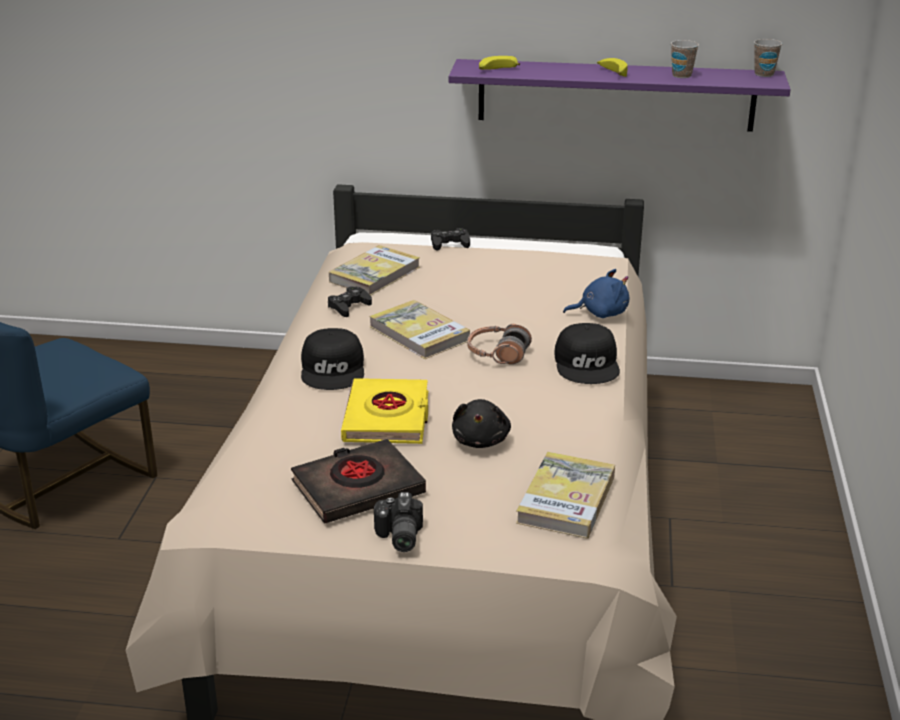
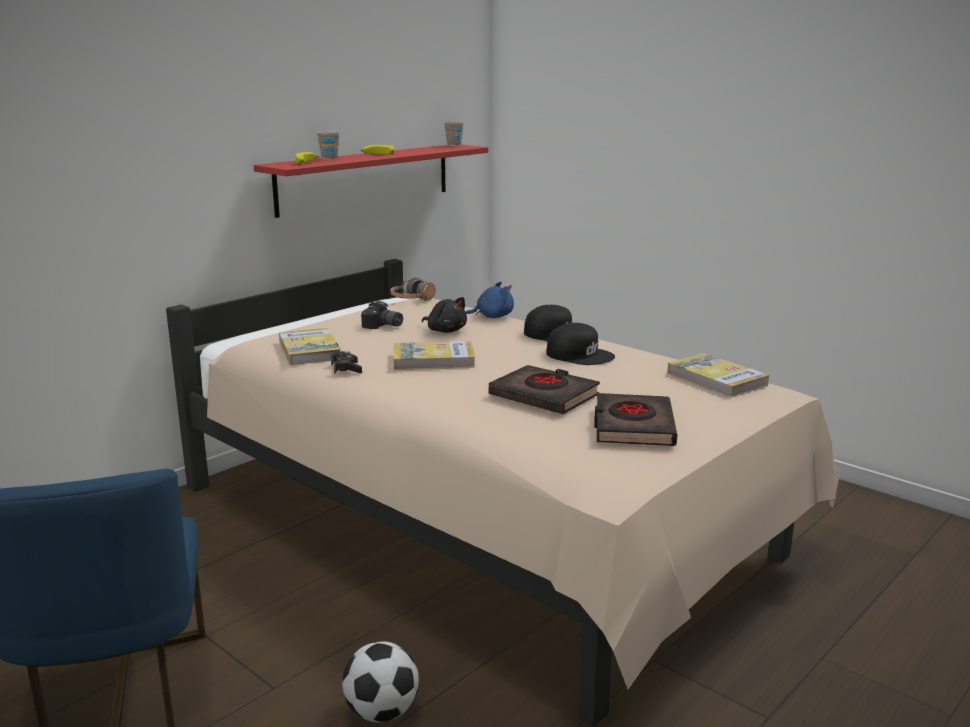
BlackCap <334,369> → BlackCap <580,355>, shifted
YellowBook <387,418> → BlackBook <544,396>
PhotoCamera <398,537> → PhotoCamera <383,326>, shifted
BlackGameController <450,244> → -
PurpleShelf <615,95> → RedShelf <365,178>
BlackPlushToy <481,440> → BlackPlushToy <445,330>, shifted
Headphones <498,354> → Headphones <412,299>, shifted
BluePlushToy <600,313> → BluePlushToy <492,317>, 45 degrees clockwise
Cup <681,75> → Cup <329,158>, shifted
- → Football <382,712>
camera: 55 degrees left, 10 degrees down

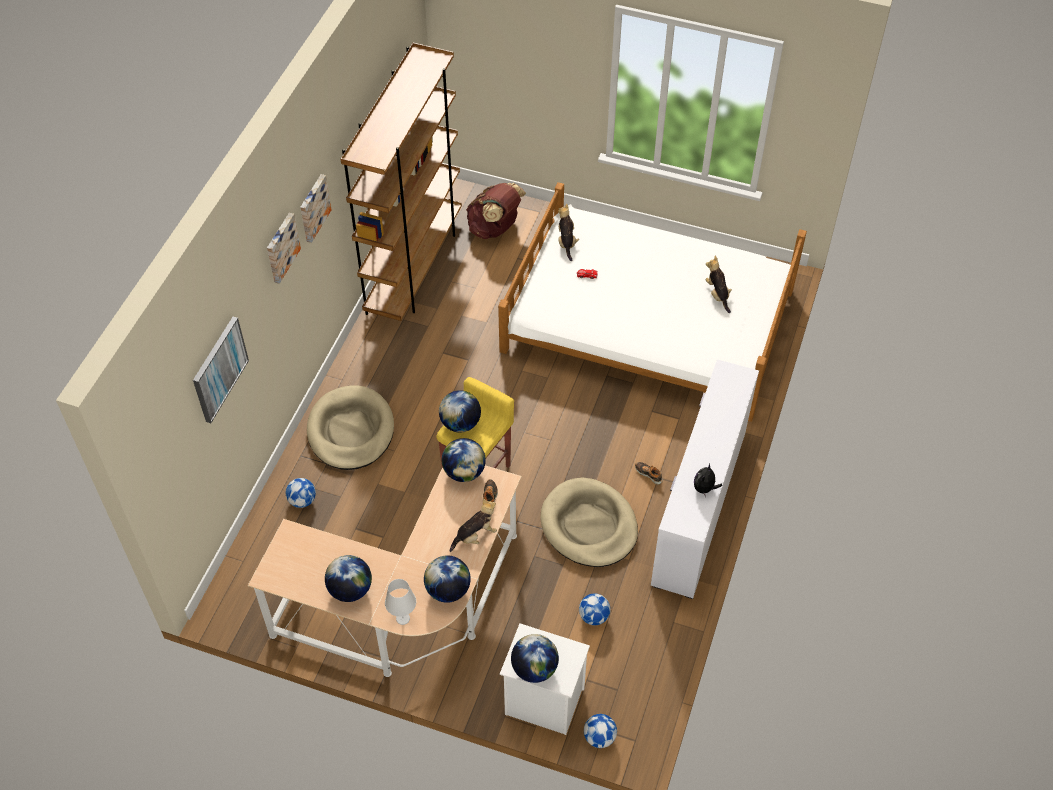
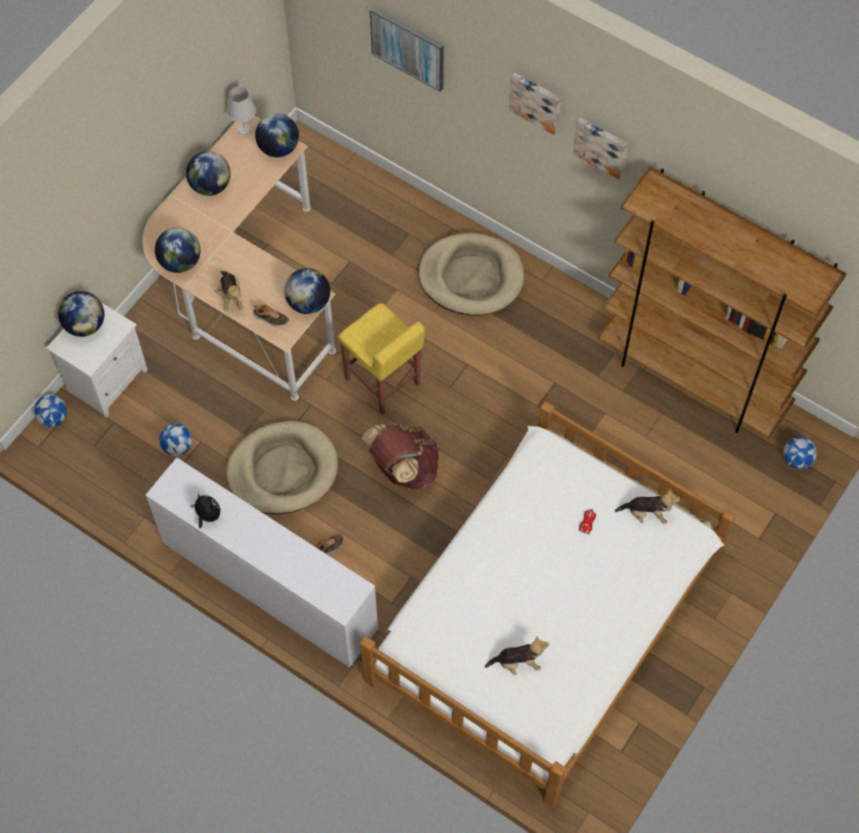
Football <302,500> → Football <796,459>, shifted
WhiteTableLamp <402,618> → WhiteTableLamp <244,129>, shifted
Globe <460,423> → Globe <278,148>, shifted
BrownBackpack <495,228> → BrownBackpack <403,468>, shifted
camera: 105 degrees right, 10 degrees up

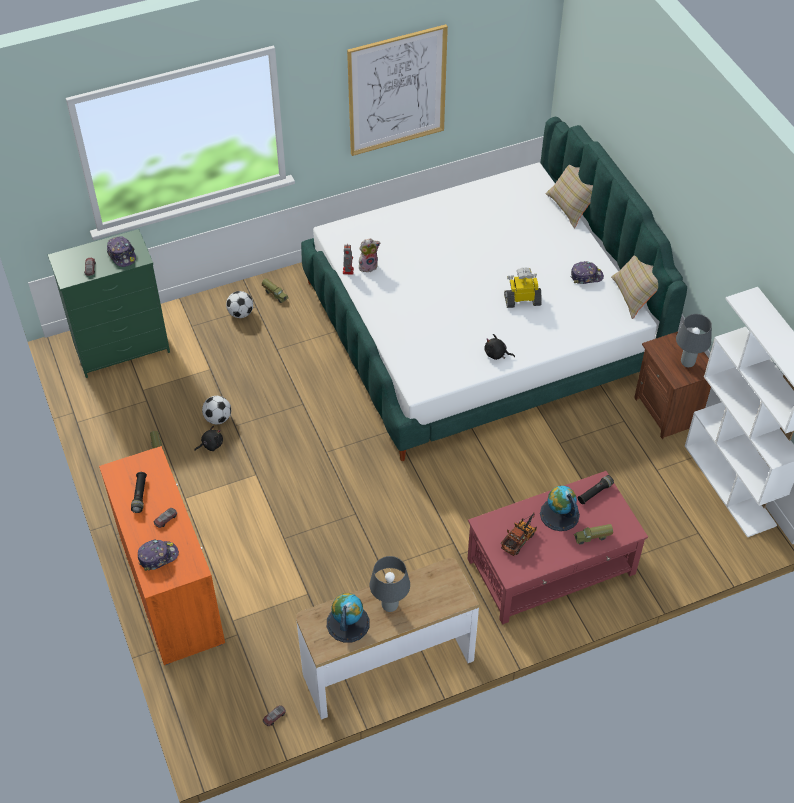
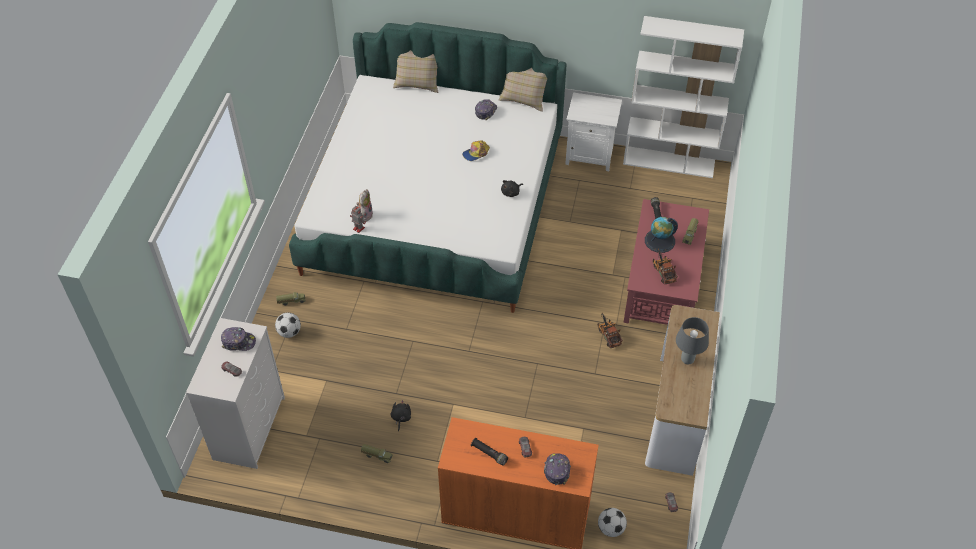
GreenDresser <122,347> → WhiteDresser <249,427>
Football <218,418> → Football <610,528>, shifted
Globe <347,623> → -
Picture <397,90> → -
ToyRobot <522,300> → Cap <476,153>
BrownNightstand <668,411> → WhiteNightstand <590,155>
GreyTableLamp <687,362> → -
- → ToyTruck <608,334>
camera: 55 degrees left, 0 degrees up

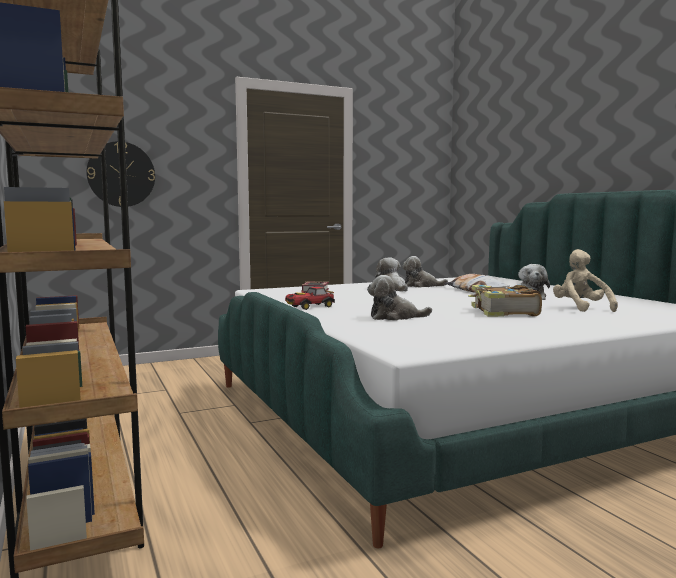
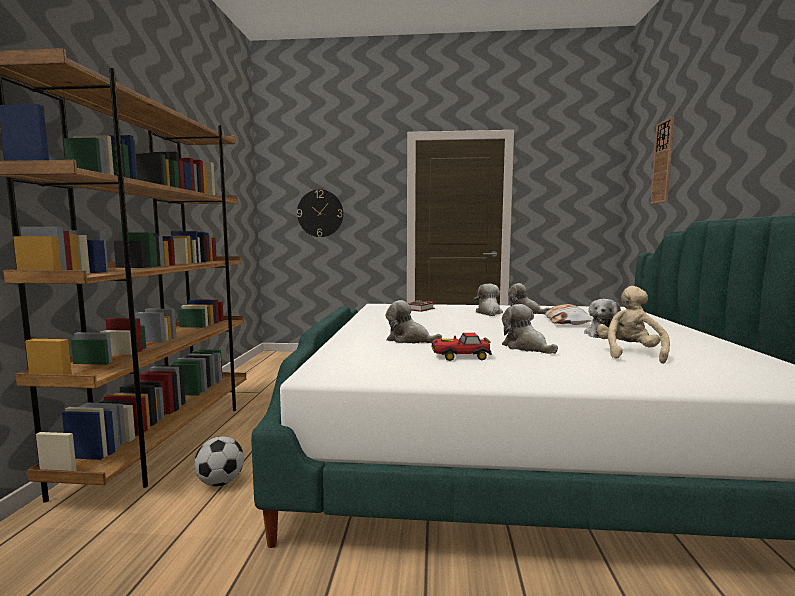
ToyCar <309,307> → ToyCar <460,357>, shifted
Book <503,312> → PlushToy <526,347>
- → Football <221,482>
- → WallClock <663,162>
camera: 30 degrees right, 0 degrees up

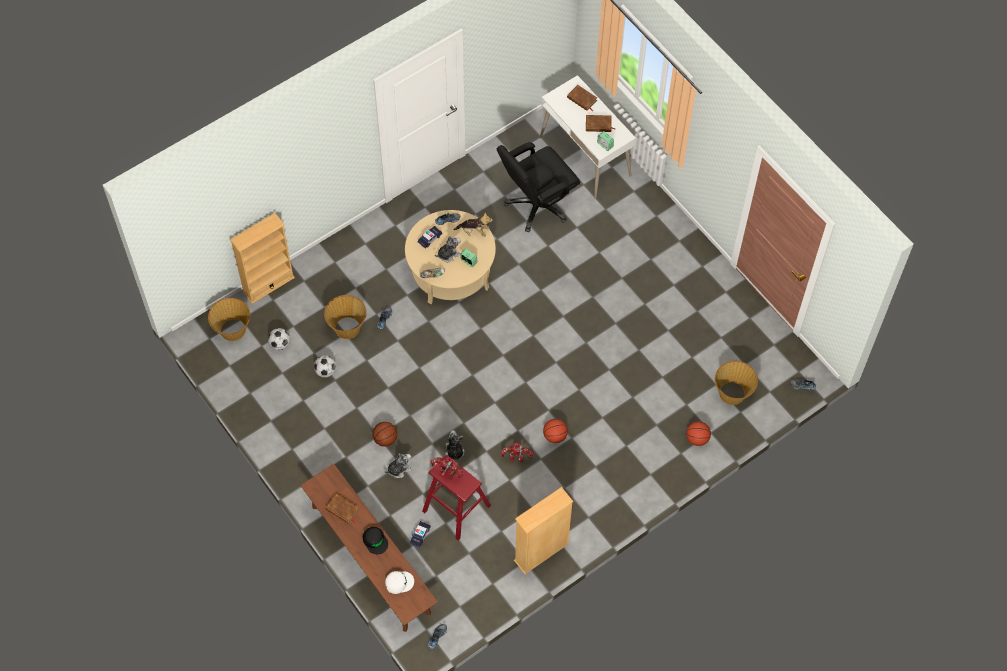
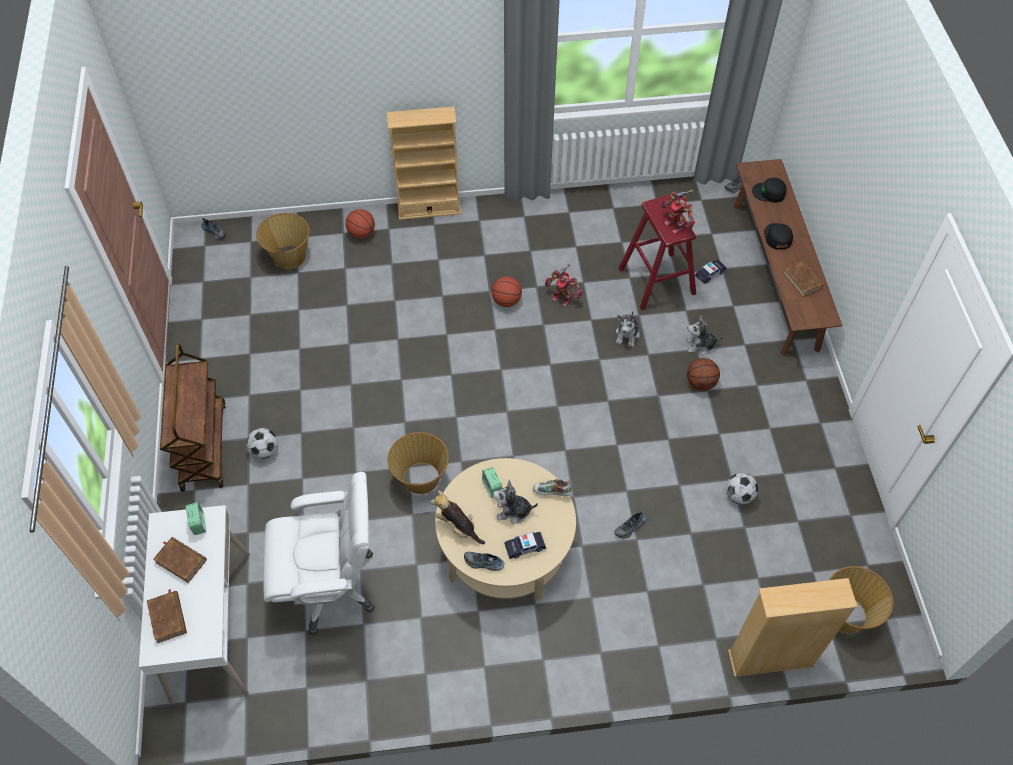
Football <280,344> → Football <265,451>, shifted
Basket <347,327> → Basket <421,478>, shifted
WhiteCap <399,582> → BlackCap <769,193>
BlackOfficeChair <537,205> → WhiteOfficeChair <330,585>
BeigeBookcase <541,552> → BeigeBookcase <429,209>, shifted
- → BrownCart <203,445>
camera: 150 degrees left, 5 degrees down

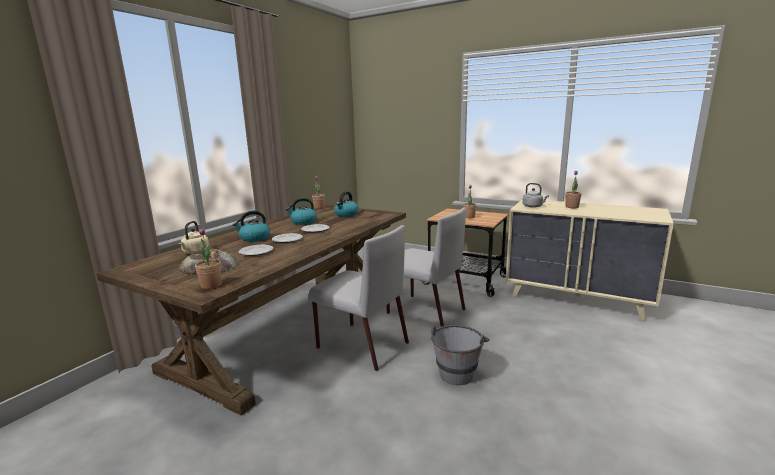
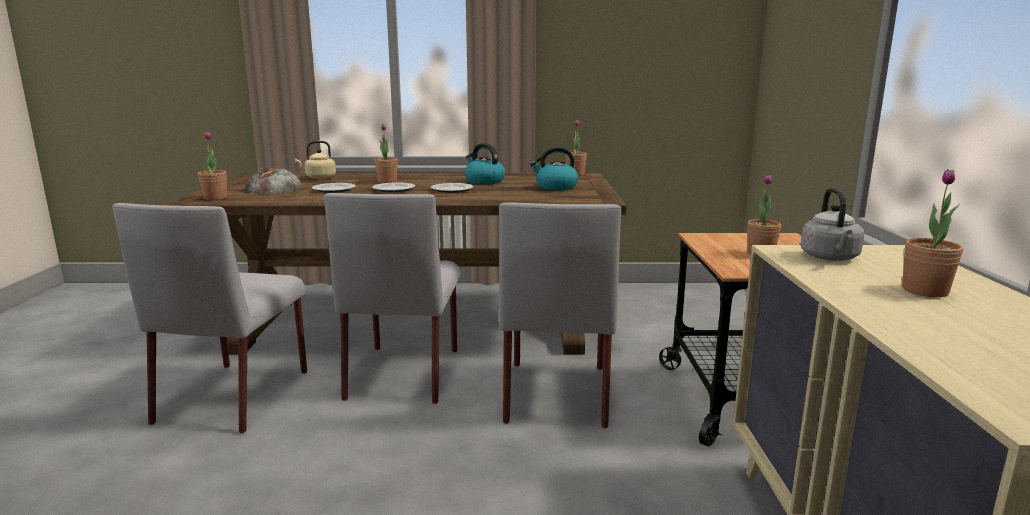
Kettle <254,238> → PottedPlant <387,181>
GreyBucket <457,370> → -
- → GreyChair <235,395>
camera: 60 degrees right, 0 degrees up

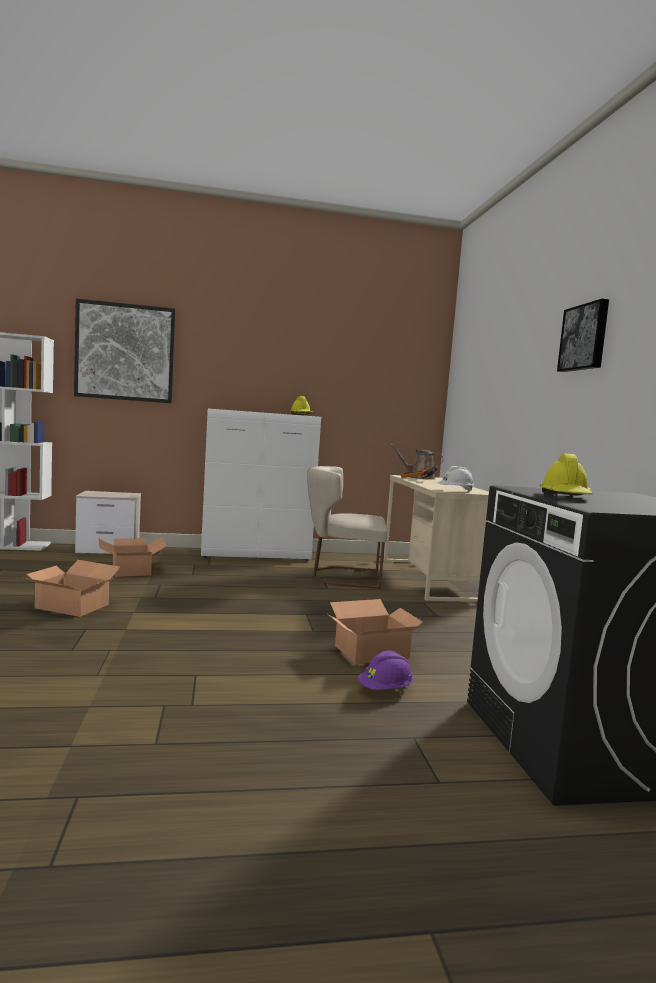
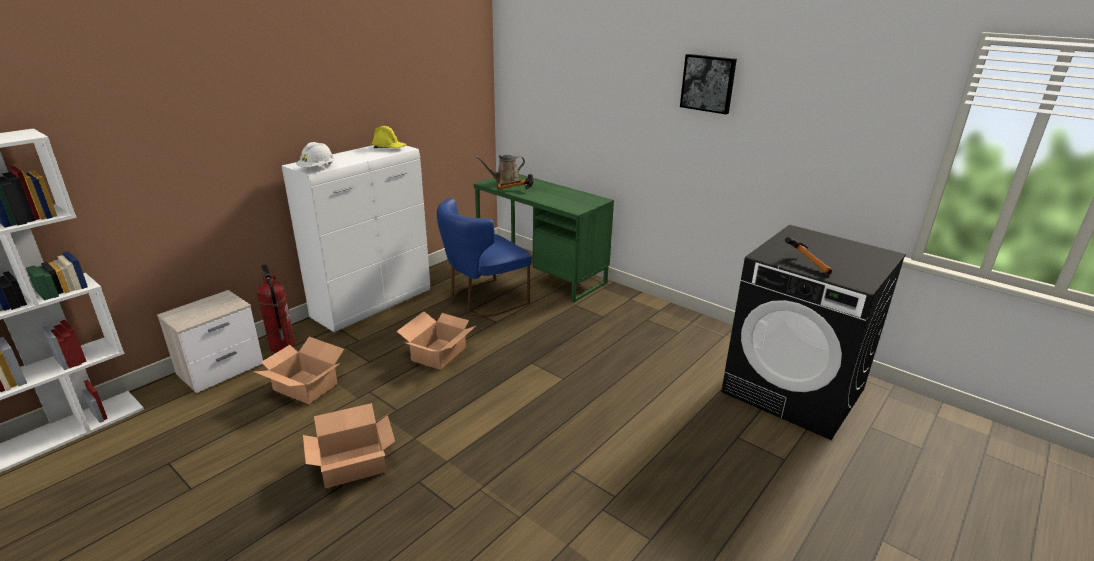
Picture <125,352> → -
BeigeChair <342,576> → BlueChair <483,301>
CardboardBox <372,652> → CardboardBox <439,353>, shifted
PurpleHardHat <385,690> → -
BeigeDesk <430,579> → GreenDesk <540,272>
WhiteHardHat <455,491> → WhiteHardHat <317,169>, shifted
YellowHardHat <565,496> → Hammer <809,263>
- → FireExtinguisher <282,347>
camera: 40 degrees left, 20 degrees up

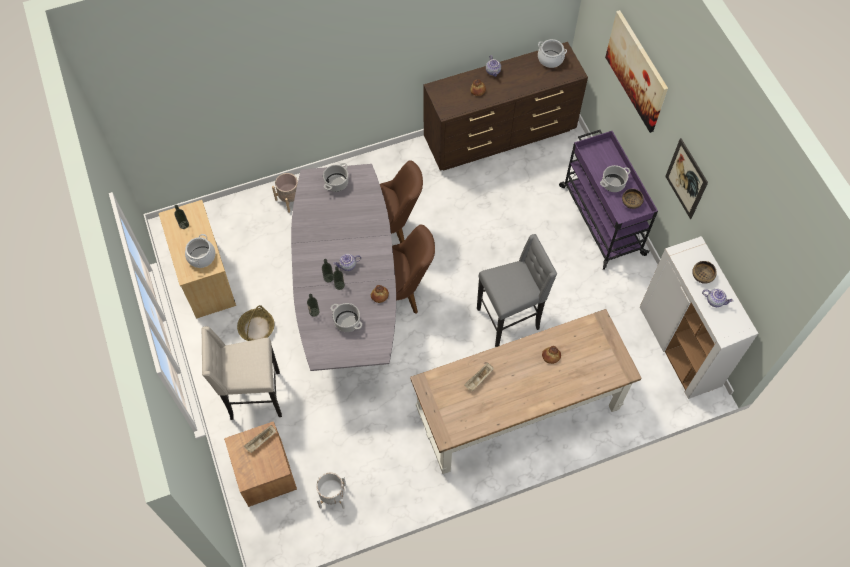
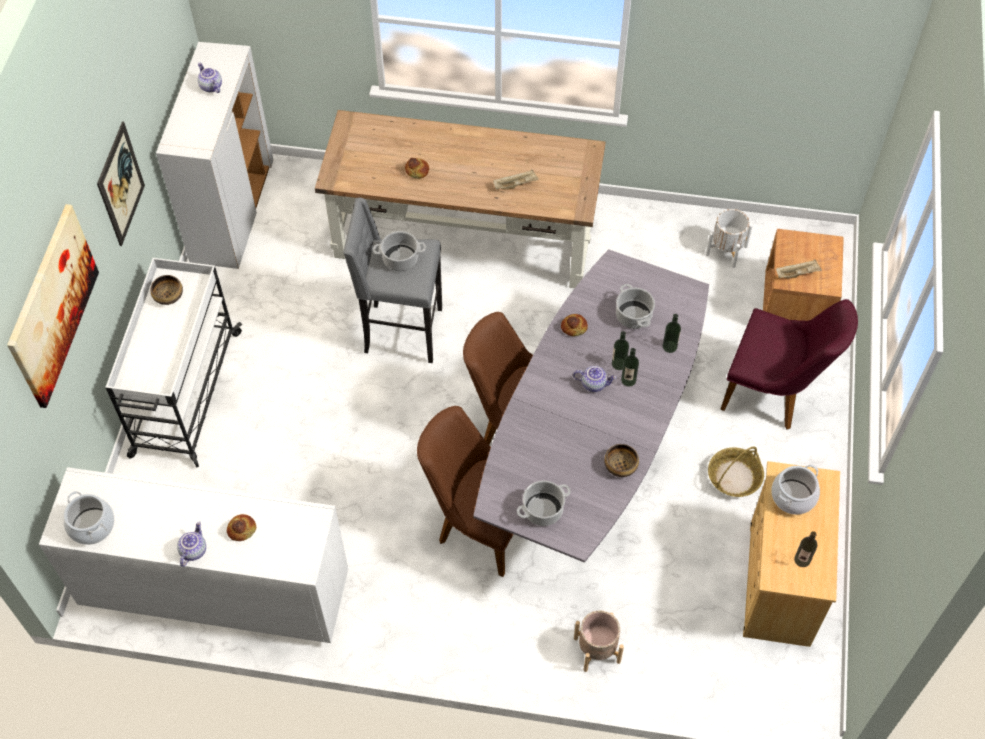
BeigeStool <253,397> → PurpleChair <774,394>
BrownDresser <500,135> → WhiteDresser <214,590>
PurpleCart <601,219> → WhiteCart <185,395>
CookingPot <613,184> → CookingPot <401,259>, shifted
Bowl <702,276> → Bowl <620,465>, shifted
camera: 150 degrees left, 5 degrees down

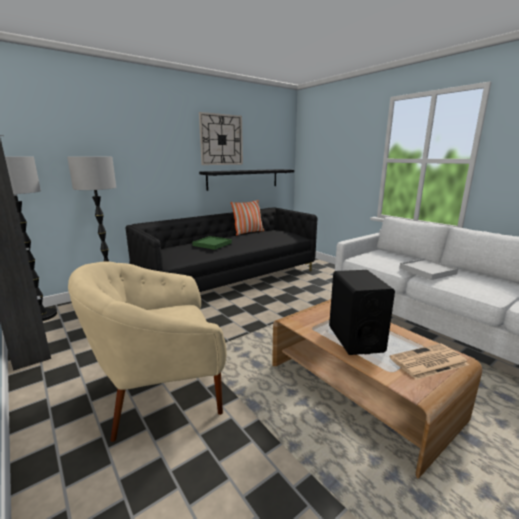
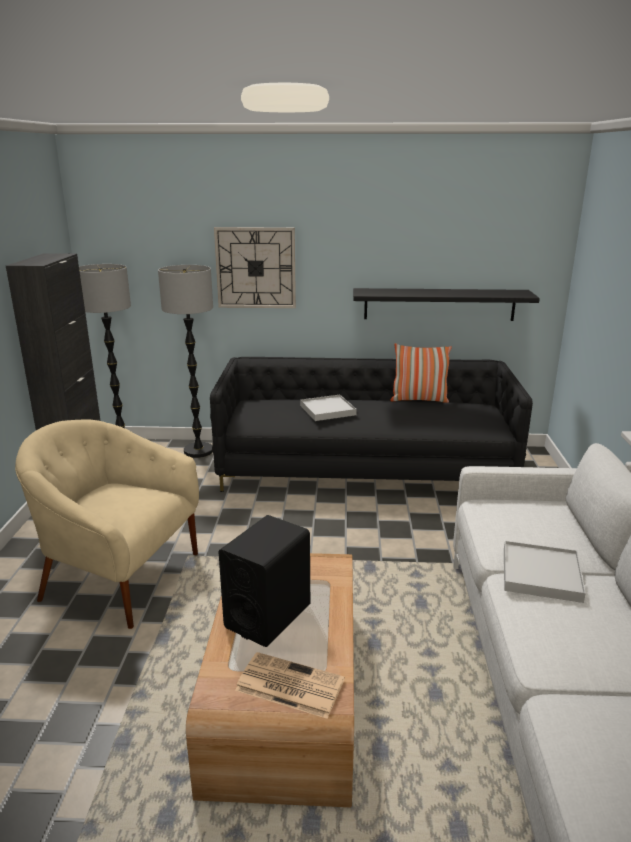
GreenTray <212,244> → WhiteTray <328,410>
WallClock <221,140> → WallClock <256,268>, shifted
camera: 40 degrees right, 5 degrees up

